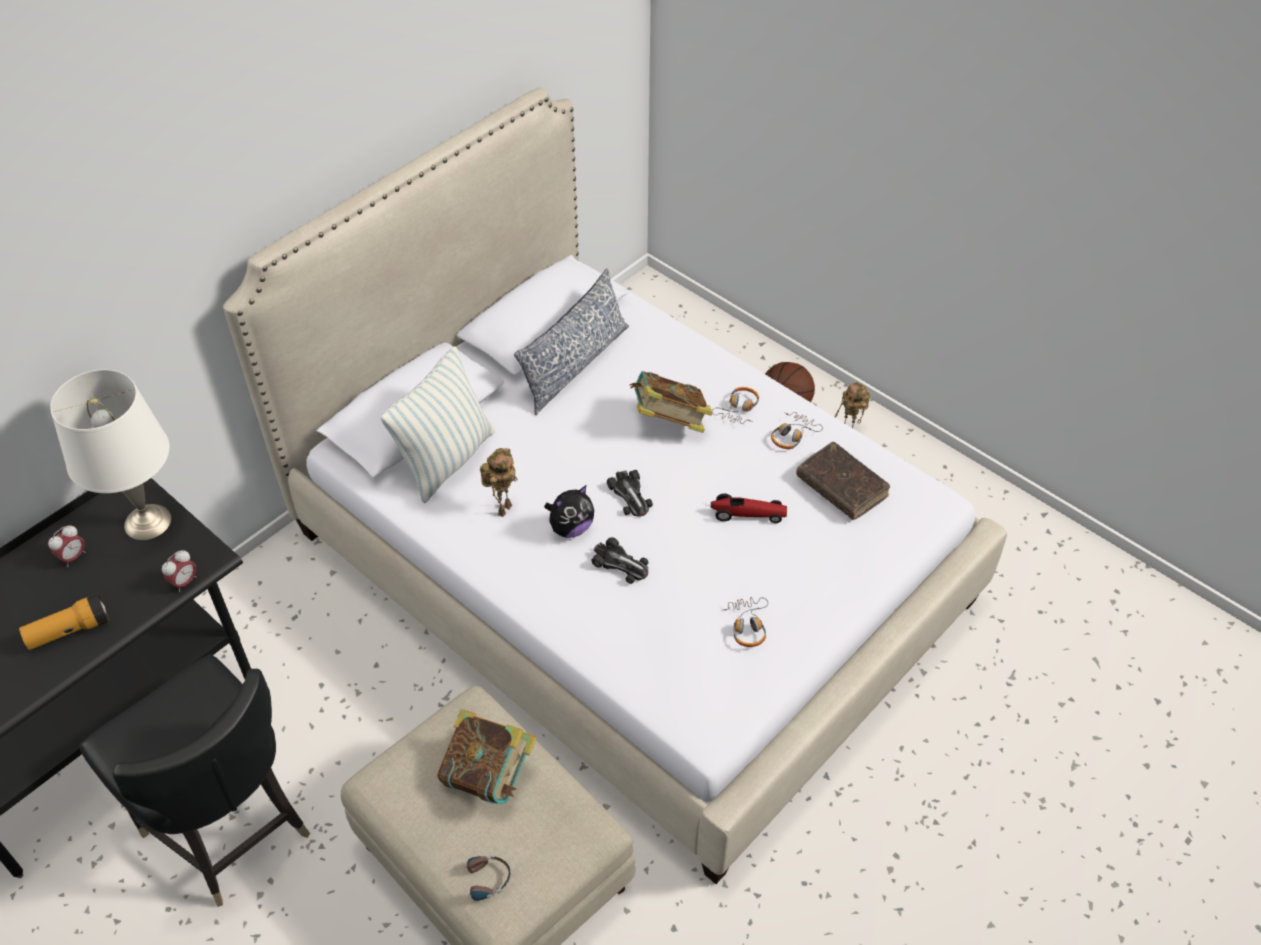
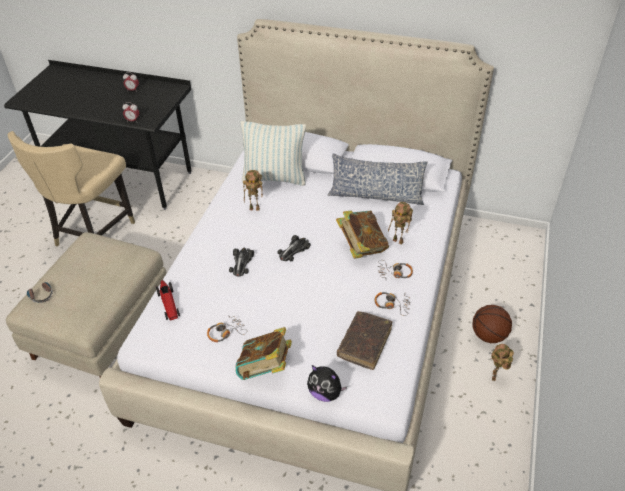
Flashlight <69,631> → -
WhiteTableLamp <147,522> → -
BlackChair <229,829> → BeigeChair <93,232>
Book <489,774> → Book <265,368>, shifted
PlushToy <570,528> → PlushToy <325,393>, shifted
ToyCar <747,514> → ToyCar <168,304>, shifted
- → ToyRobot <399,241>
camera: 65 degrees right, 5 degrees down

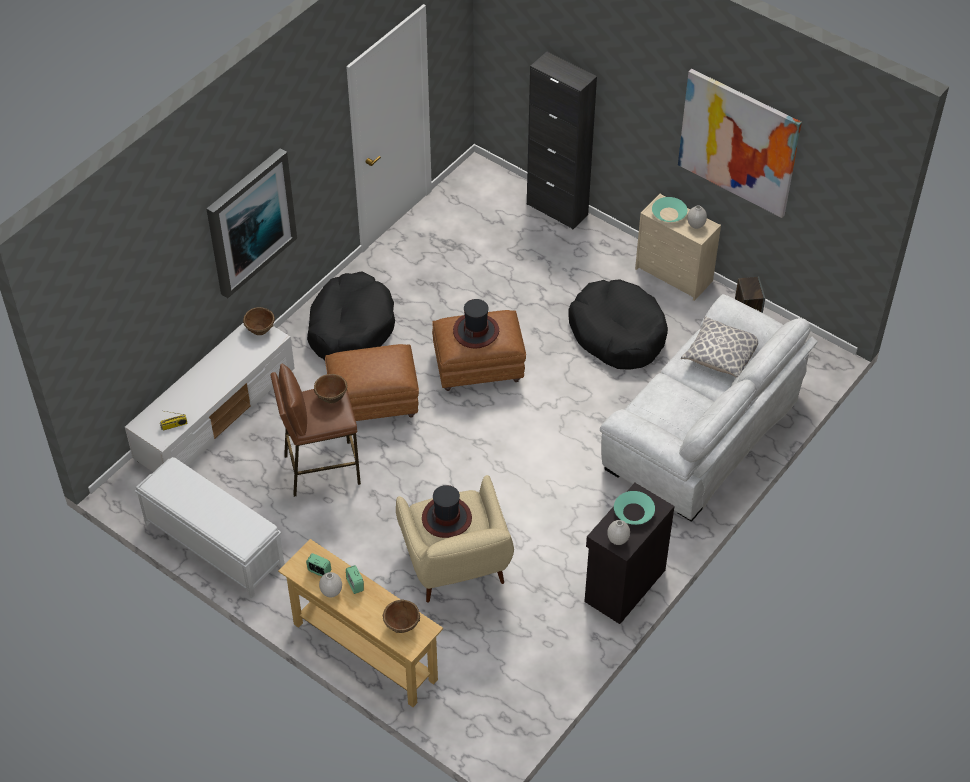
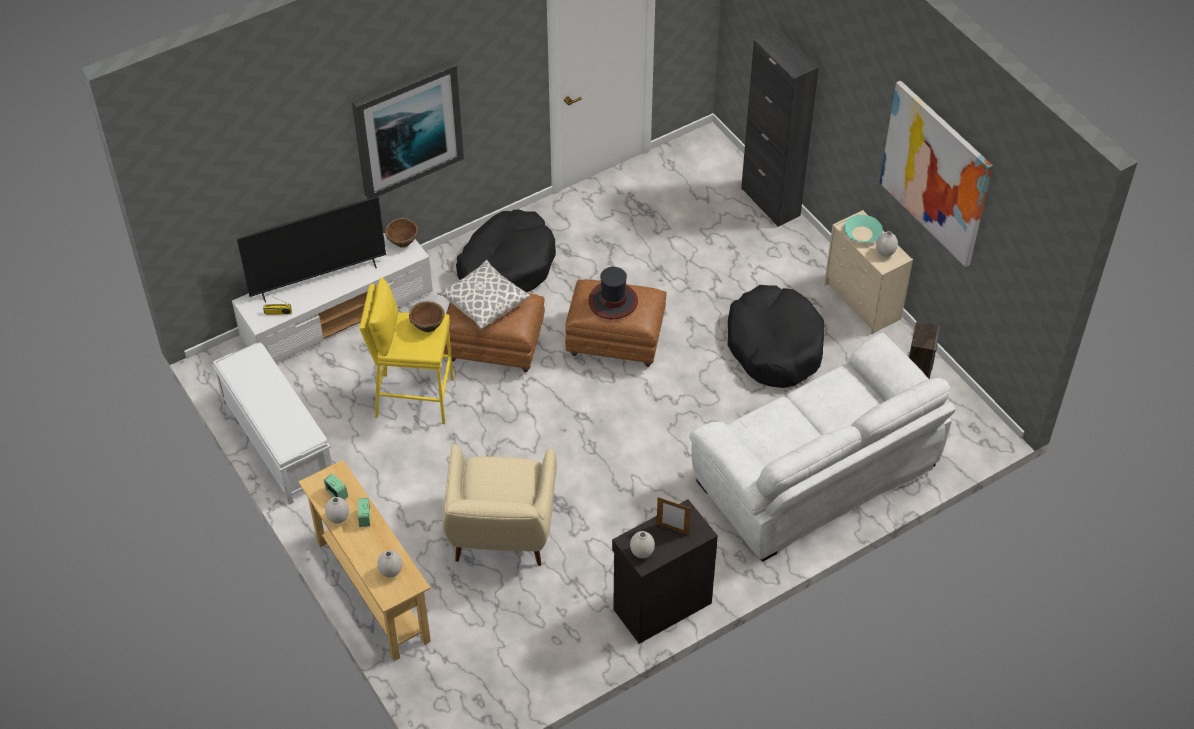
BrownStool <321,469> → YellowStool <414,398>
BrownBowl <402,625> → WhiteVase <391,572>
Hat <447,518> → -
TurquoiseBowl <634,512> → PictureFrame <672,529>
Pillow <720,356> → Pillow <484,303>, shifted
- → Television <318,279>
camera: 20 degrees right, 0 degrees up

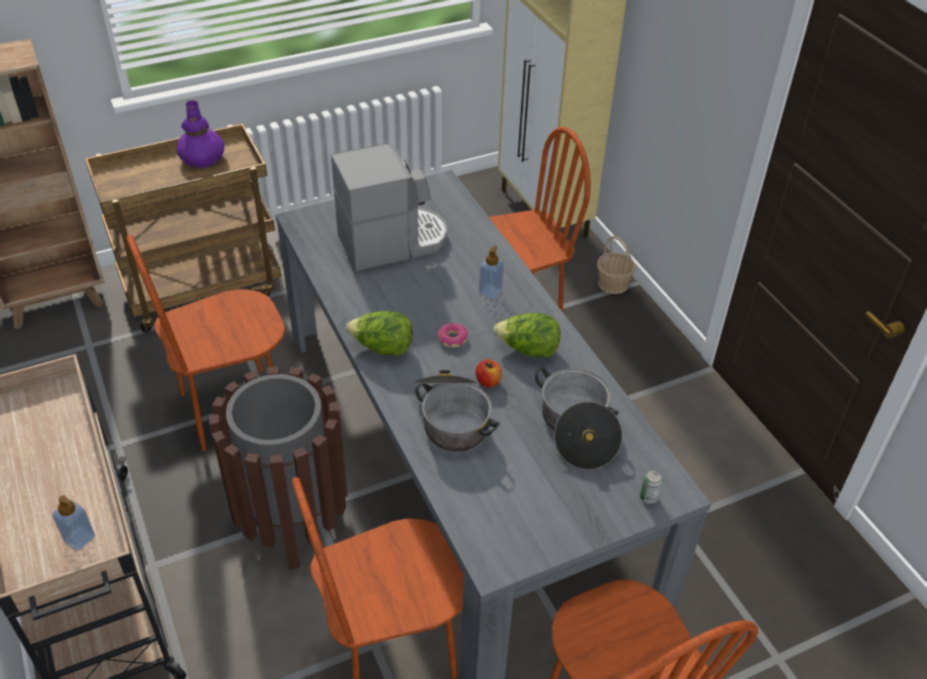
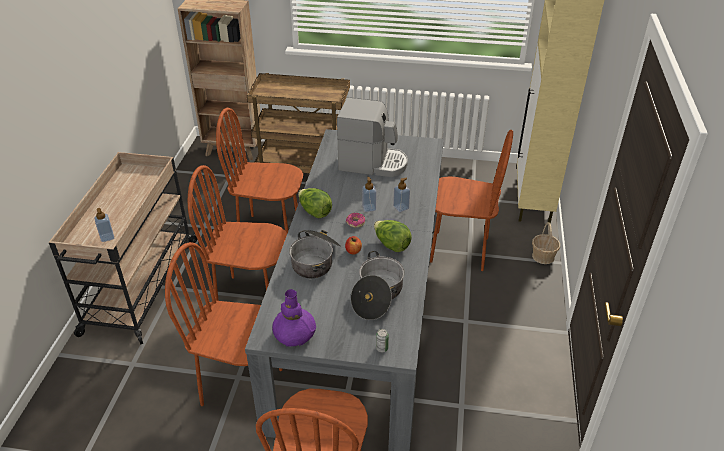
PurpleVase <202,159> → PurpleVase <294,335>, shifted
BrownTrashCan <292,519> → BrownChair <251,298>
- → SoapDispenser <369,208>
camera: 35 degrees right, 5 degrees down

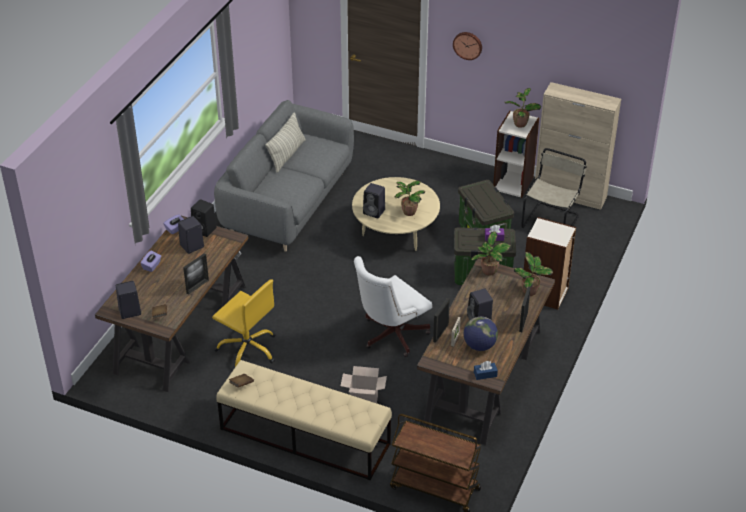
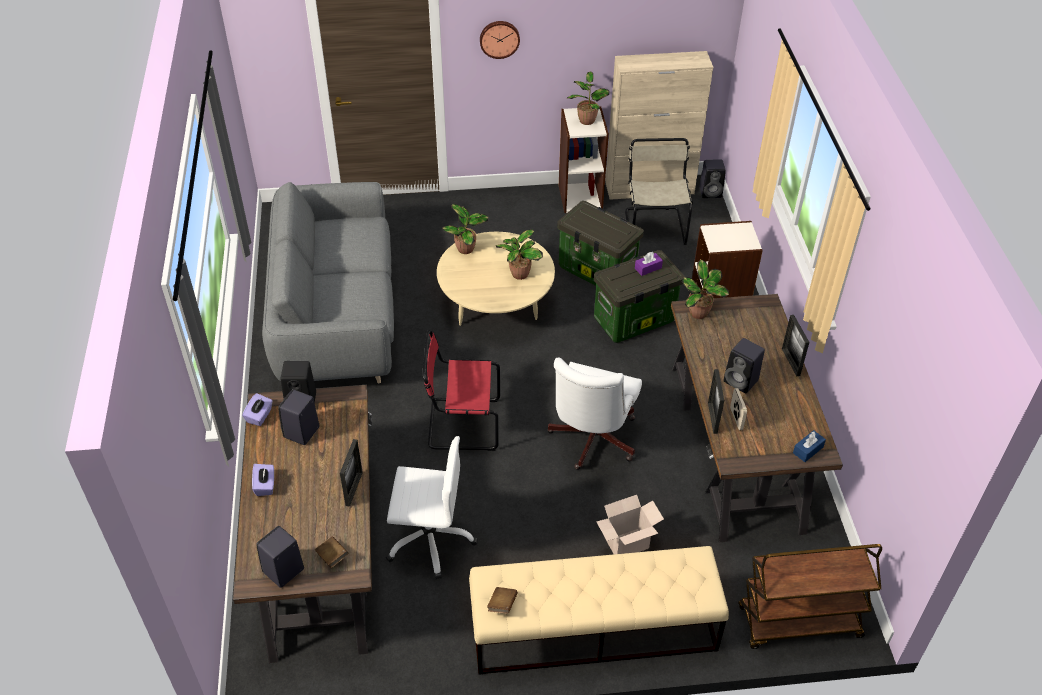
YellowOfficeChair <248,349> → WhiteOfficeChair <430,539>
Pillow <287,155> → -
BlackSpeaker <374,212> → BlackSpeaker <711,192>, shifted
Globe <479,345> → -
PottedPlant <530,292> → PottedPlant <466,249>, shifted
- → RedChair <461,424>
camera: 30 degrees left, 5 degrees up

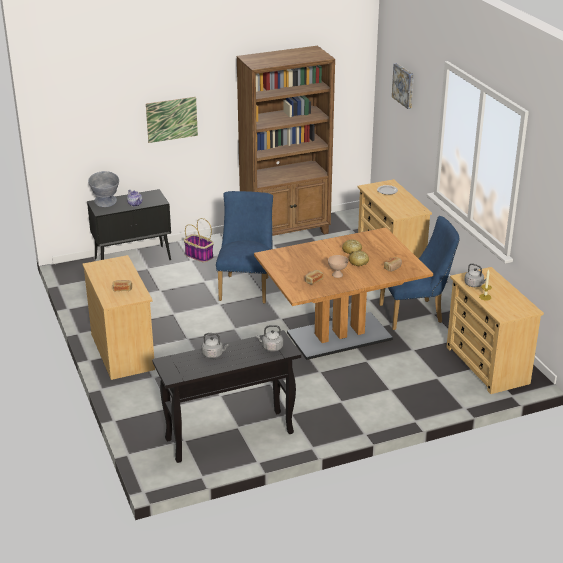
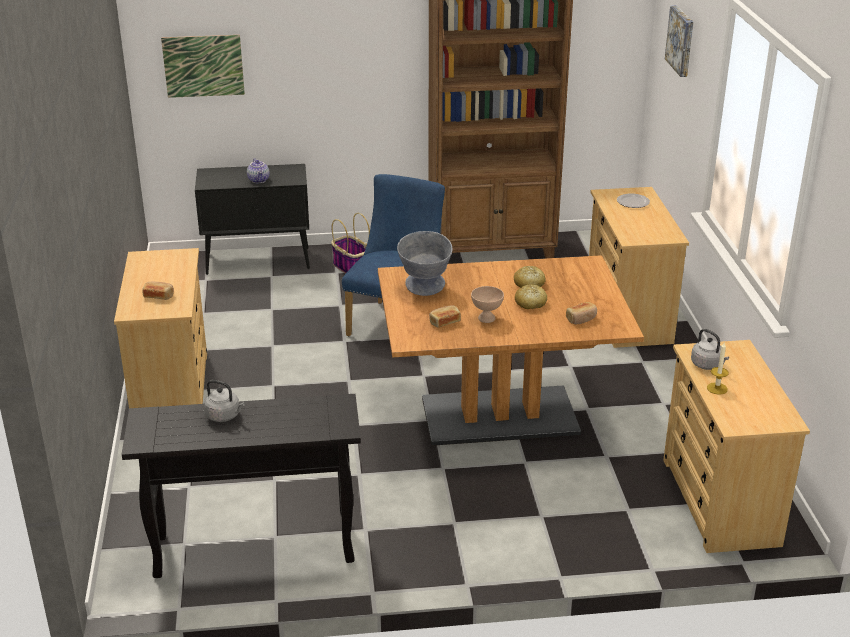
GreyBowl <106,204> → GreyBowl <424,290>, shifted
Picture <171,119> → Picture <203,66>, shifted
GreyKettle <271,347> → -
BlueChair <415,314> → -
camera: 15 degrees right, 0 degrees up

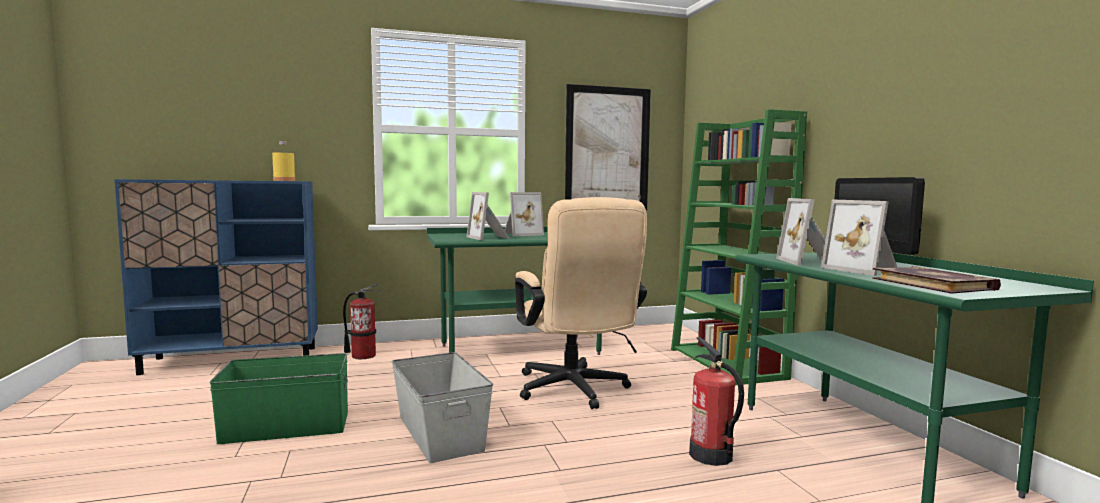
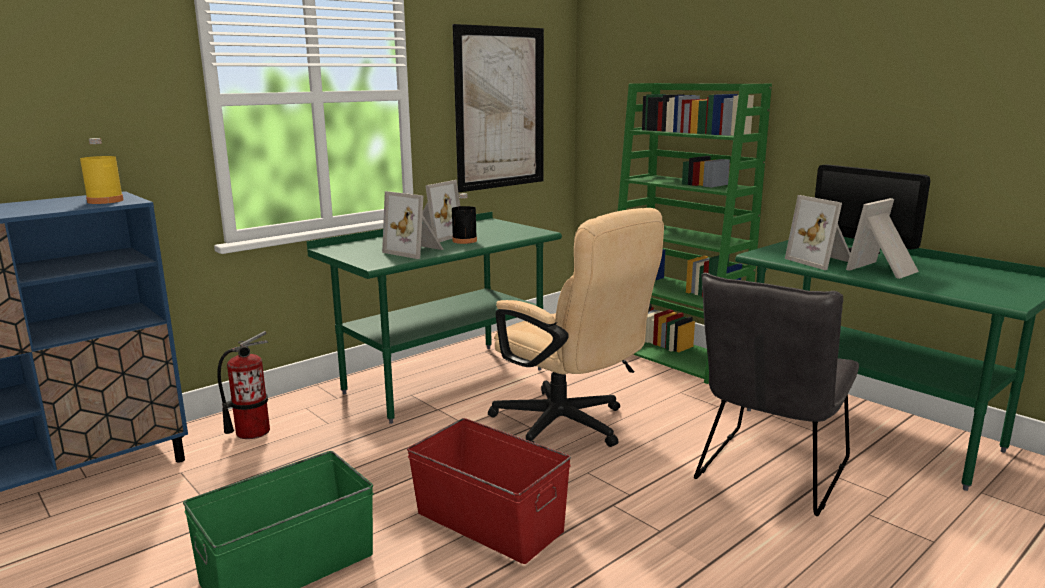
GreyStorageBox <440,432> → RedStorageBox <489,521>
FireExtinguisher <711,455> → GreyChair <768,474>
PictureFrame <863,270> → PictureFrame <884,270>, 105 degrees clockwise
Book <933,284> → -
- → BlackBottle <464,241>
camera: 25 degrees left, 10 degrees up

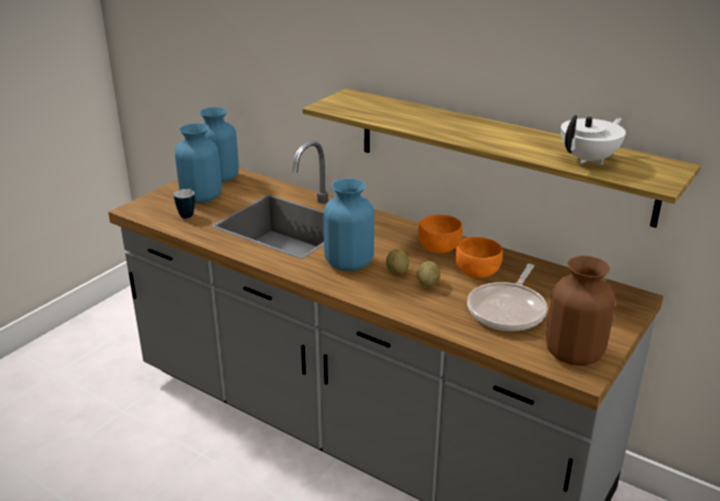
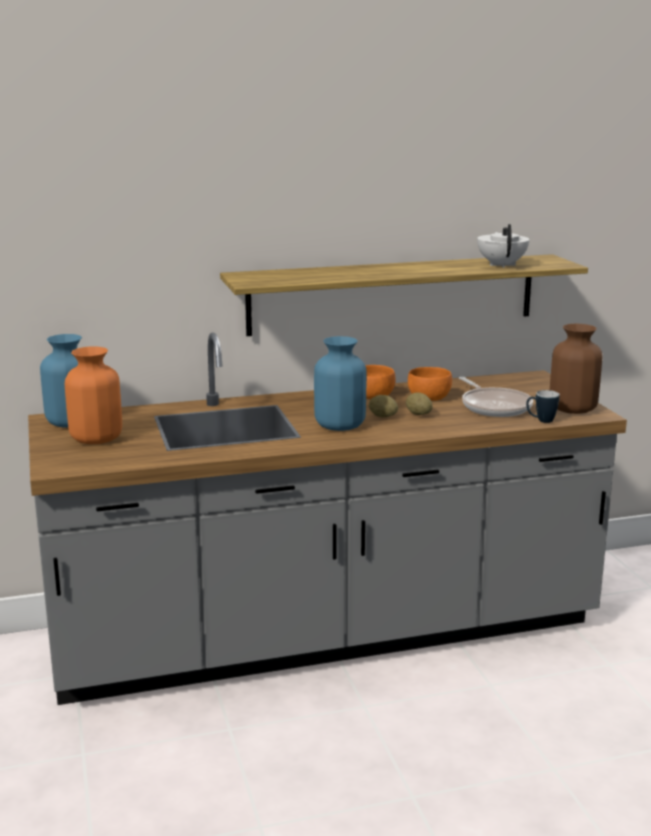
Mug <184,214> → Mug <541,421>, shifted
BlueVase <201,197> → OrangeVase <96,439>
camera: 50 degrees left, 10 degrees down

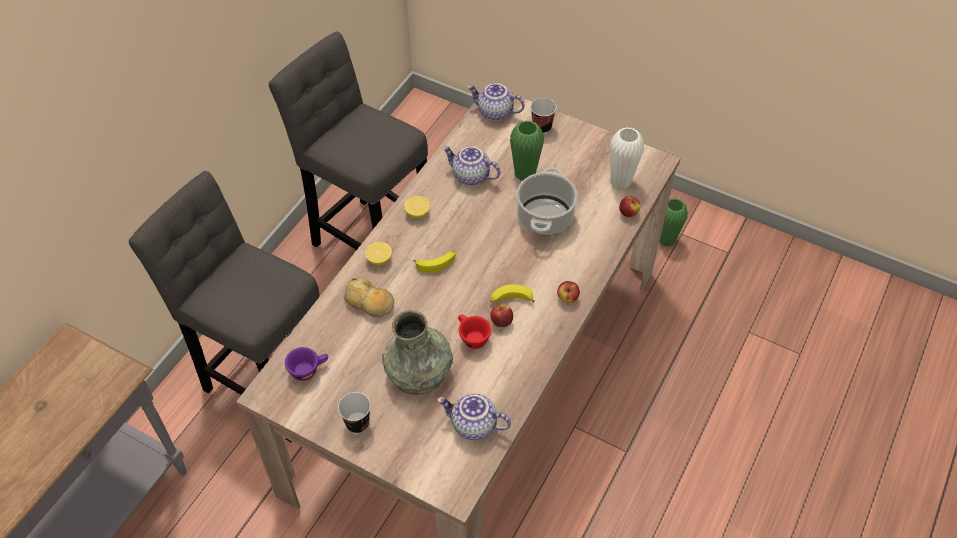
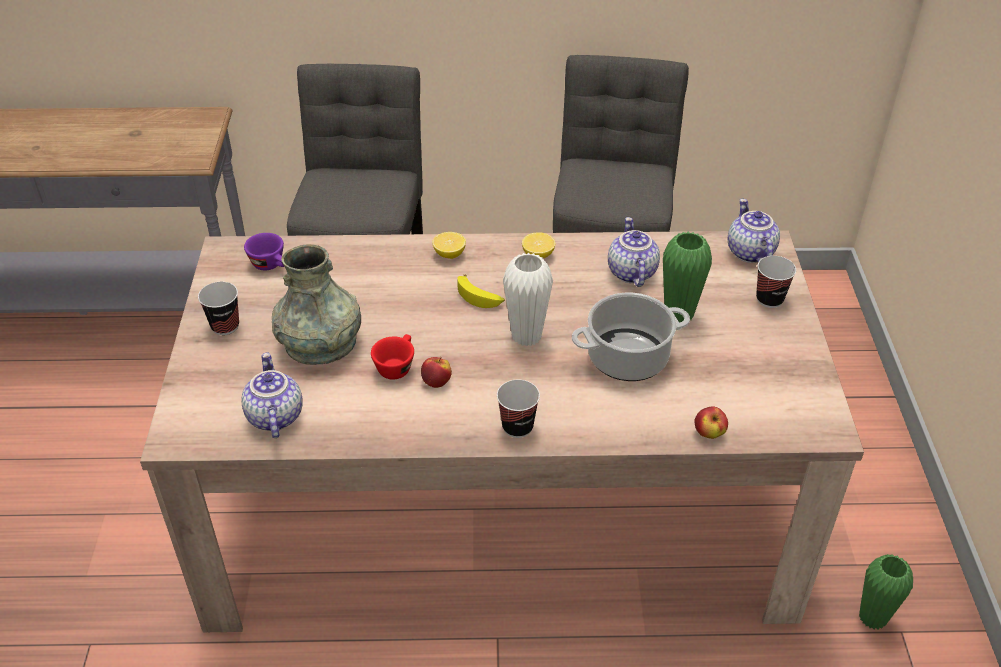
Bread <370,303> → -
Banana <510,300> → -
Apple <567,298> → Cup <517,427>
WhiteVase <621,181> → WhiteVase <526,336>, shifted
camera: 60 degrees right, 10 degrees down

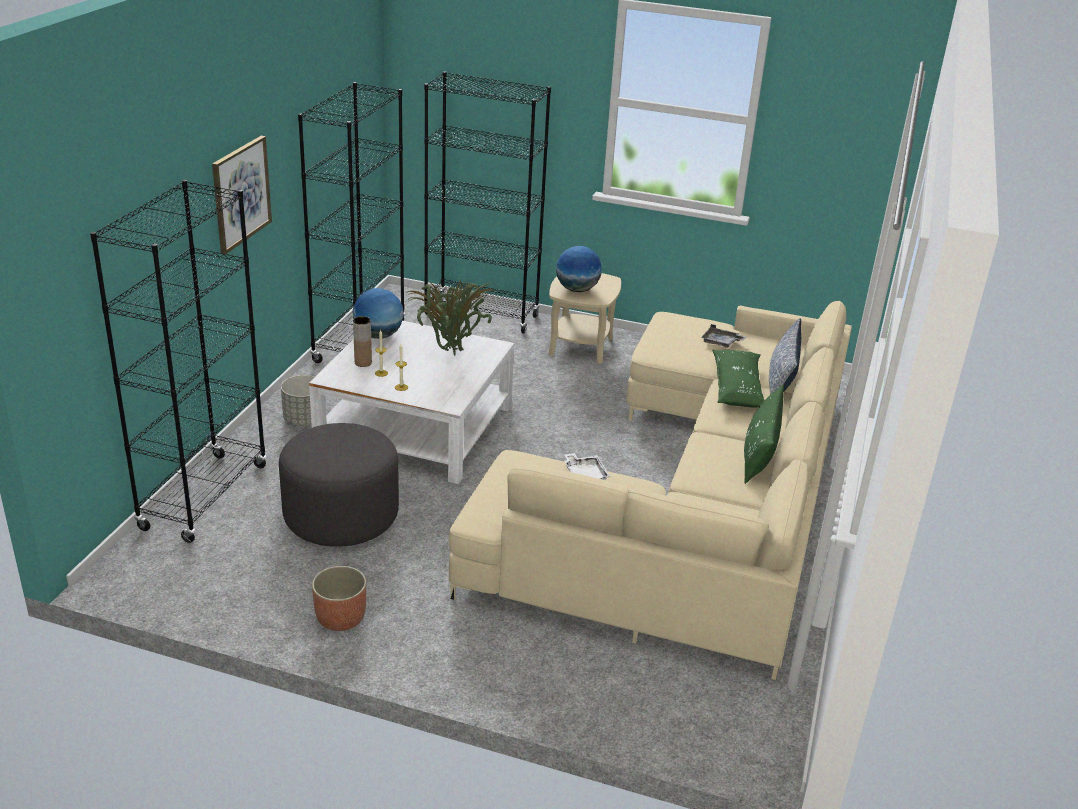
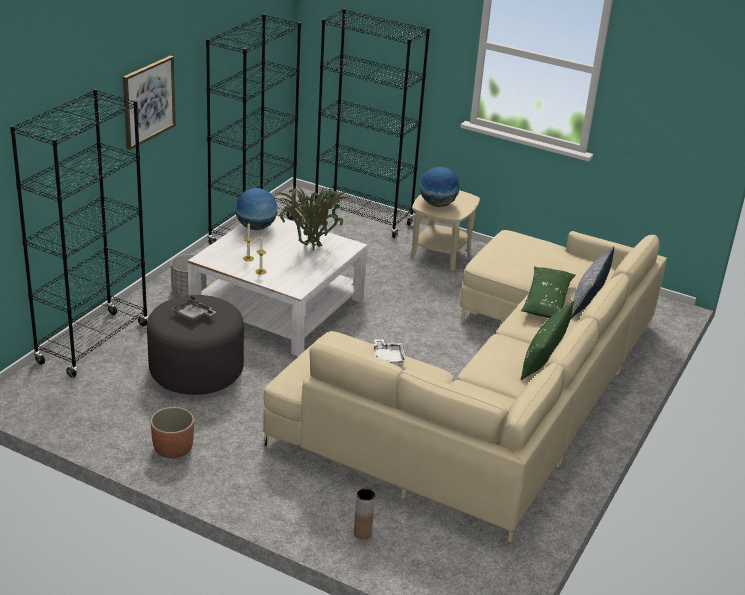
BrownVase <363,363> → BrownVase <362,533>, shifted
GreyTray <721,342> → GreyTray <193,315>, shifted
camera: 10 degrees right, 0 degrees up

